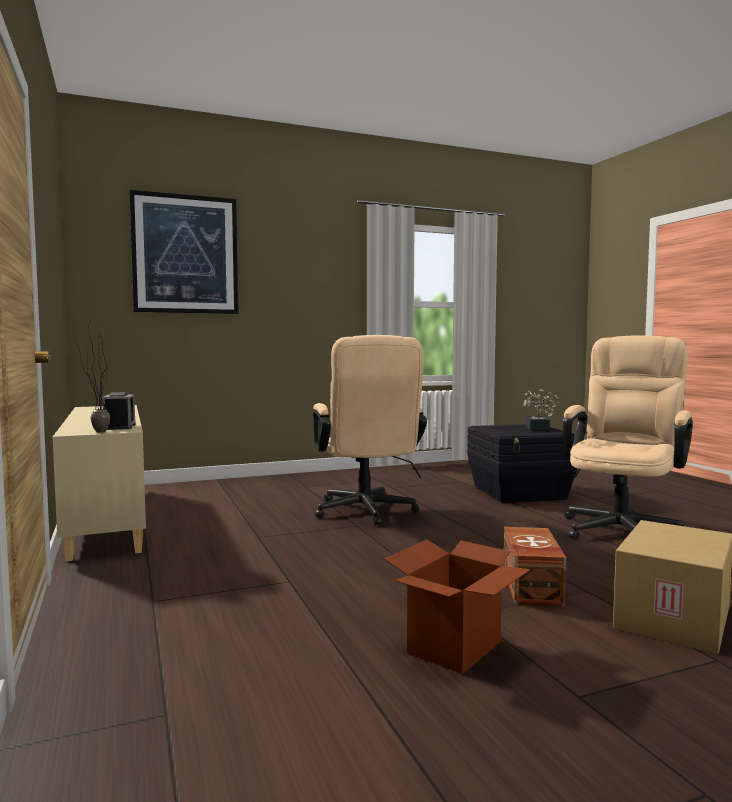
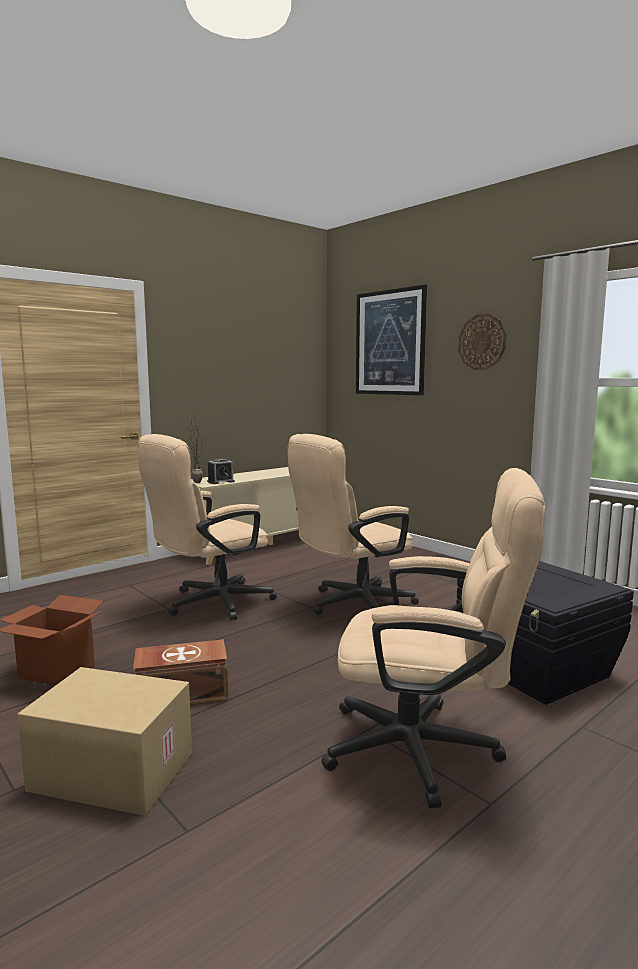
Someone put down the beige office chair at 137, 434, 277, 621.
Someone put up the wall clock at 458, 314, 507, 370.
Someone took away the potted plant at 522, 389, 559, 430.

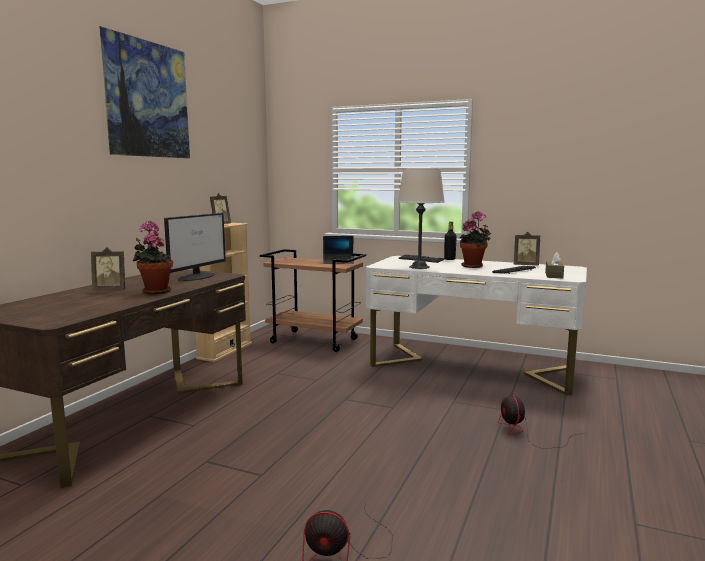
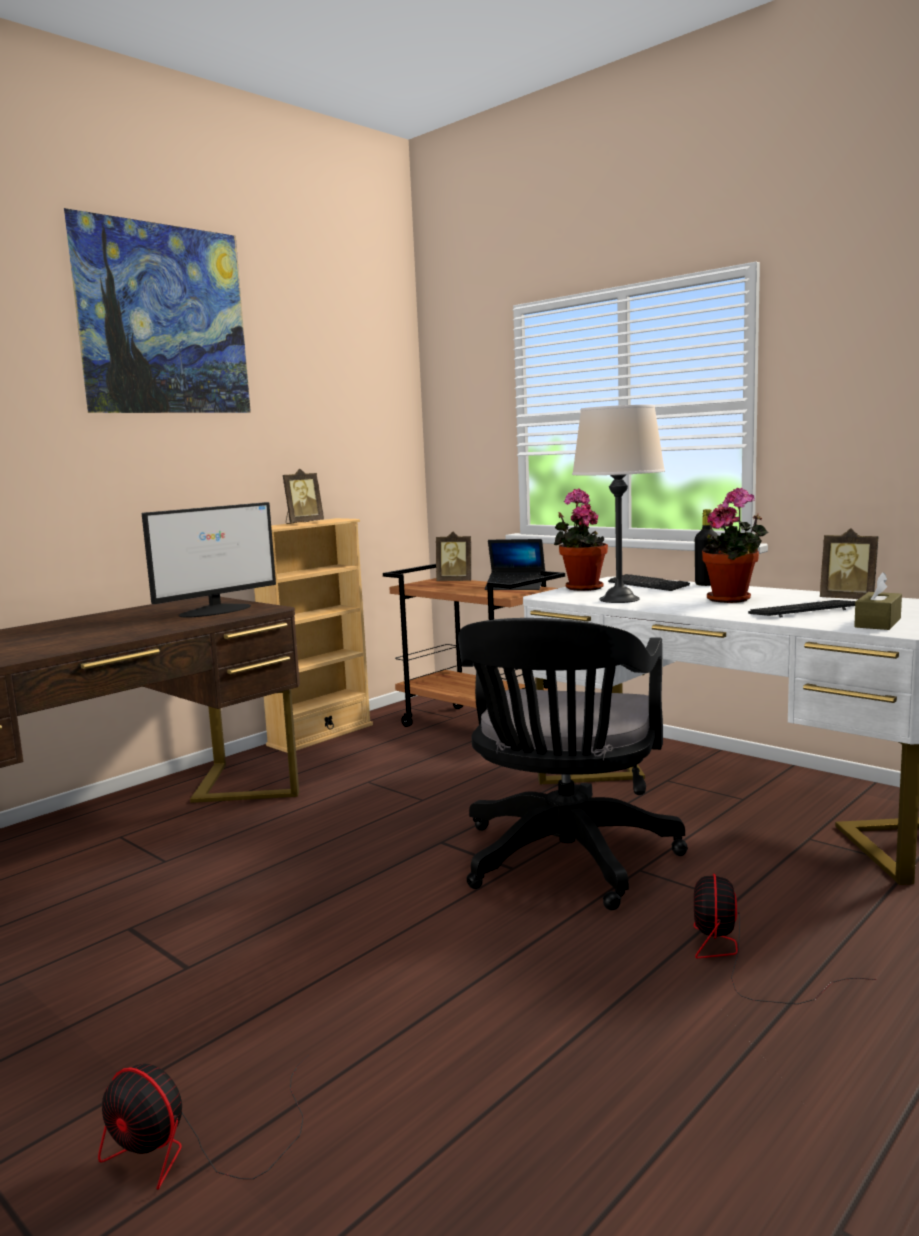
Someone carried the picture frame from 91, 247, 125, 290 to 436, 532, 471, 581.
Someone put down the black office chair at 458, 618, 688, 910.
Someone carried the potted plant from 133, 221, 173, 294 to 554, 488, 608, 591.

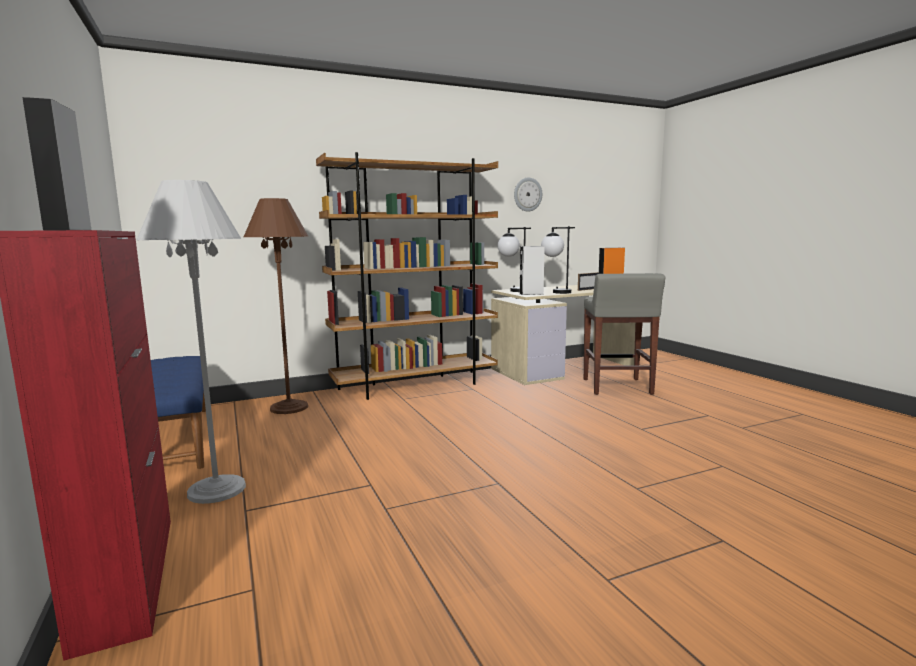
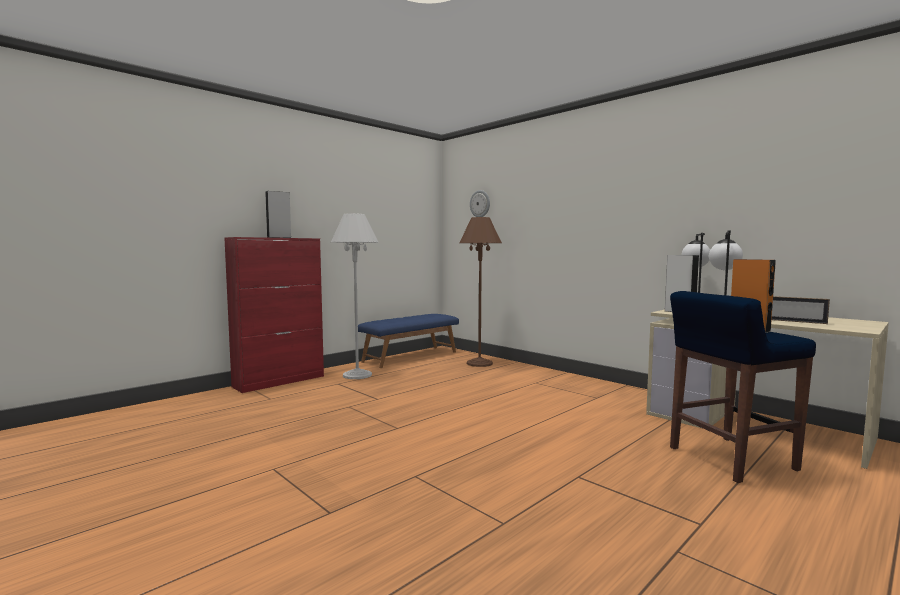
Someone carried the wall clock from 514, 178, 542, 212 to 470, 190, 490, 217.
Someone repainted the grey stool at 584, 273, 665, 395, which became the blue stool at 670, 291, 816, 483.
Someone took away the brown bookcase at 316, 152, 498, 400.

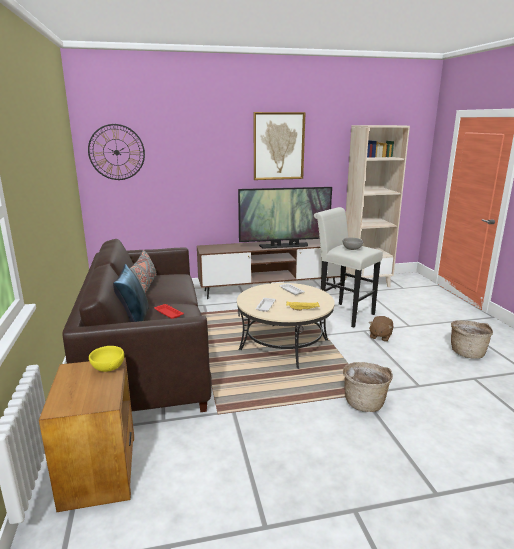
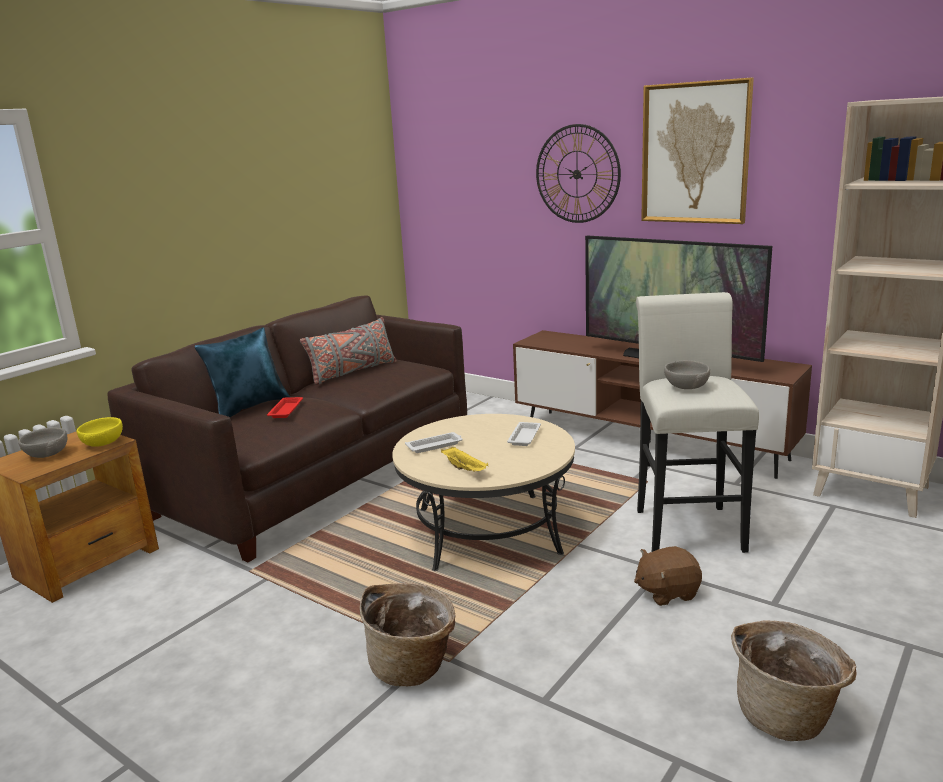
Someone put down the grey bowl at 18, 427, 67, 458.
Someone carried the wall clock from 88, 124, 145, 180 to 536, 124, 621, 223.

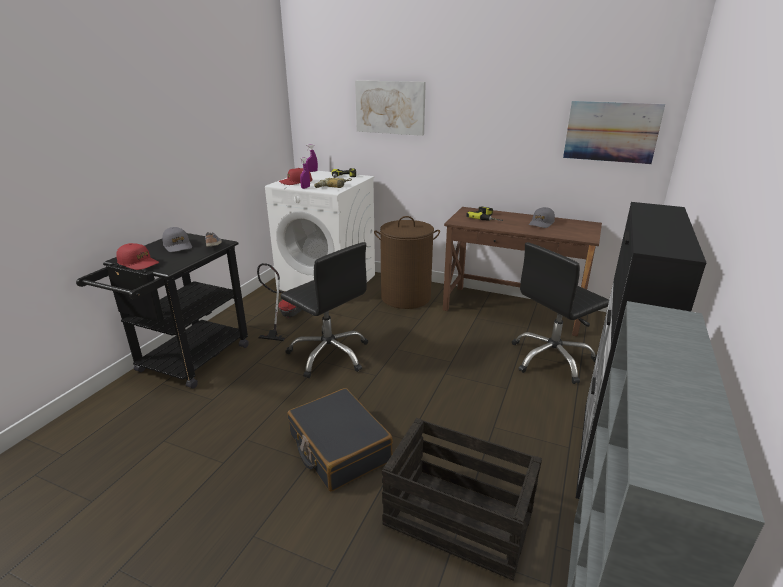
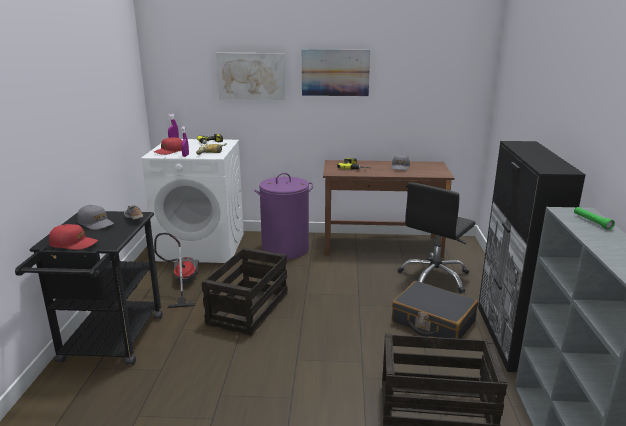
Someone swapped the black office chair at 280, 242, 368, 378 for the crate at 202, 247, 287, 336.
Someone repainted the brown laundry basket at 374, 216, 440, 309, which became the purple laundry basket at 254, 173, 313, 259.
Someone carried the picture from 563, 101, 665, 164 to 302, 49, 370, 96.
Someone carried the black suitcase from 287, 388, 393, 491 to 392, 281, 478, 339.
Someone put down the green flashlight at 574, 207, 615, 230.

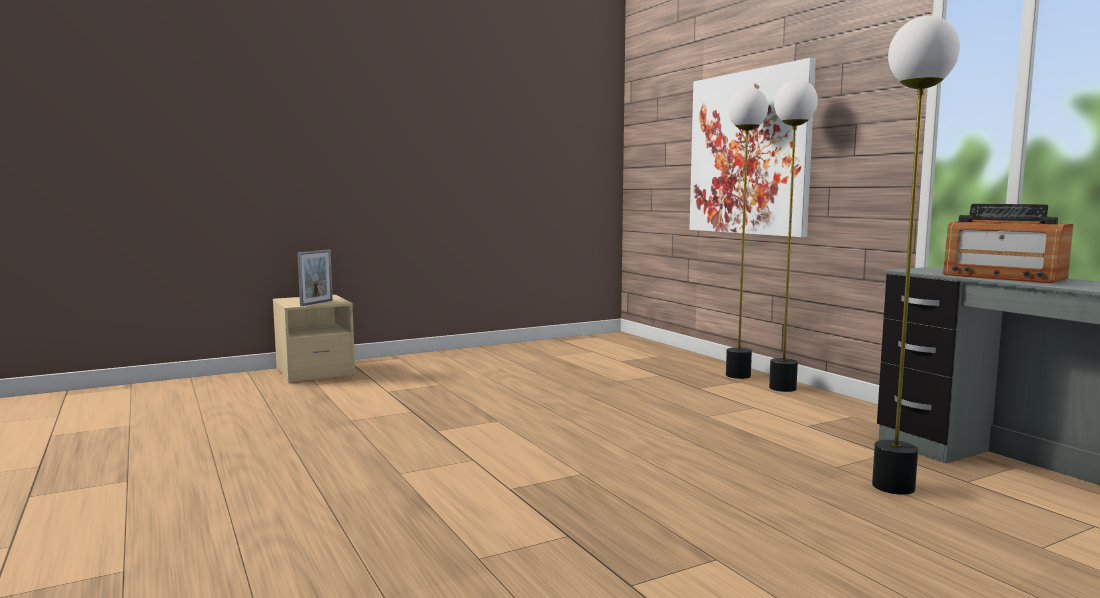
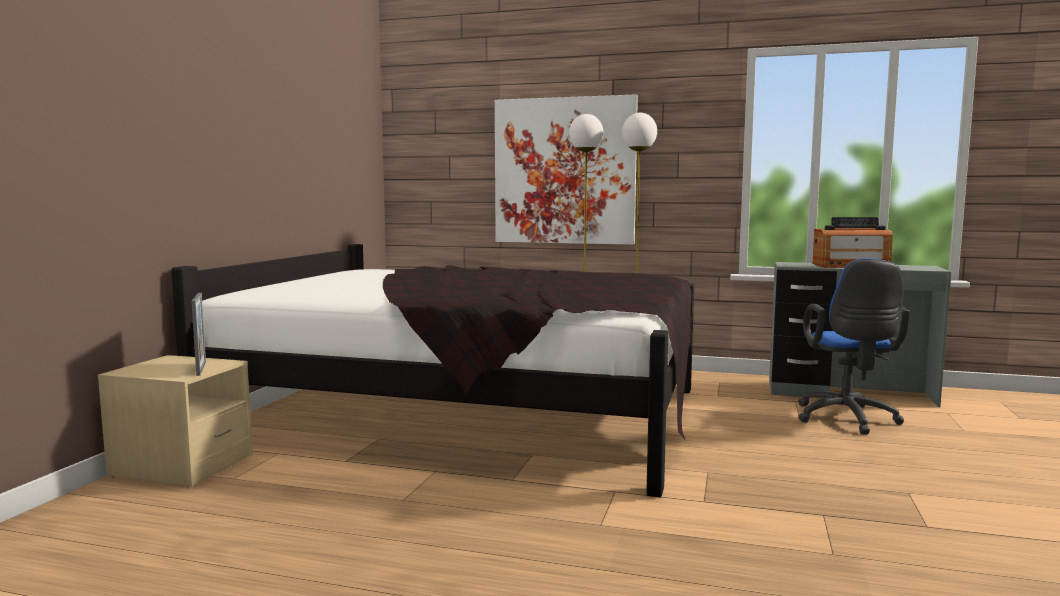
Someone put down the black bed at 171, 244, 694, 497.
Someone swapped the floor lamp at 872, 16, 960, 495 for the blue office chair at 798, 258, 910, 434.

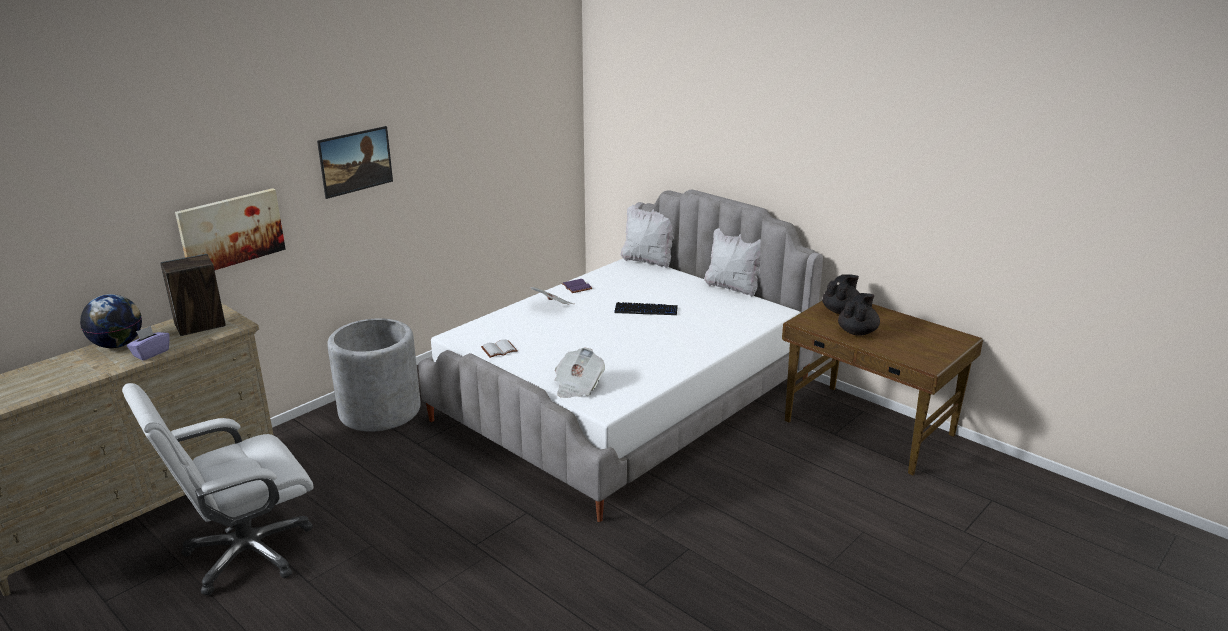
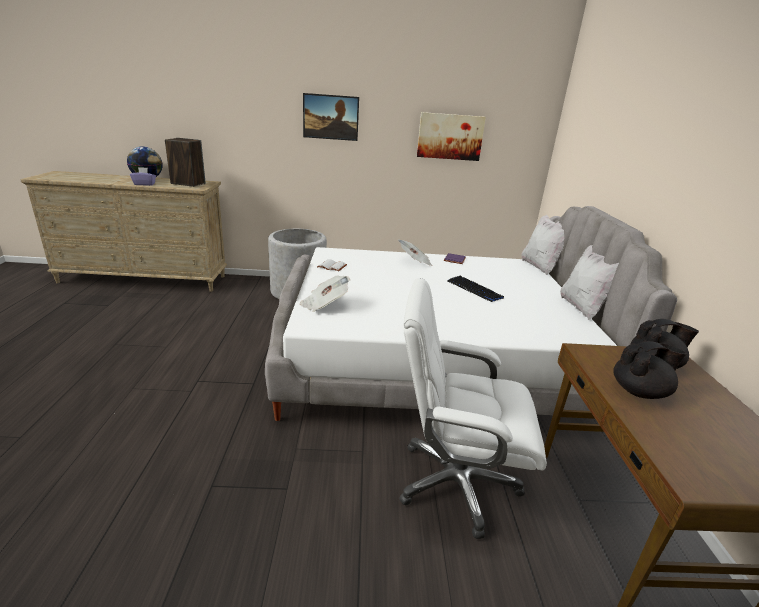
Someone carried the white office chair from 122, 383, 314, 595 to 399, 278, 547, 539.
Someone carried the picture from 175, 188, 286, 270 to 417, 112, 486, 161.

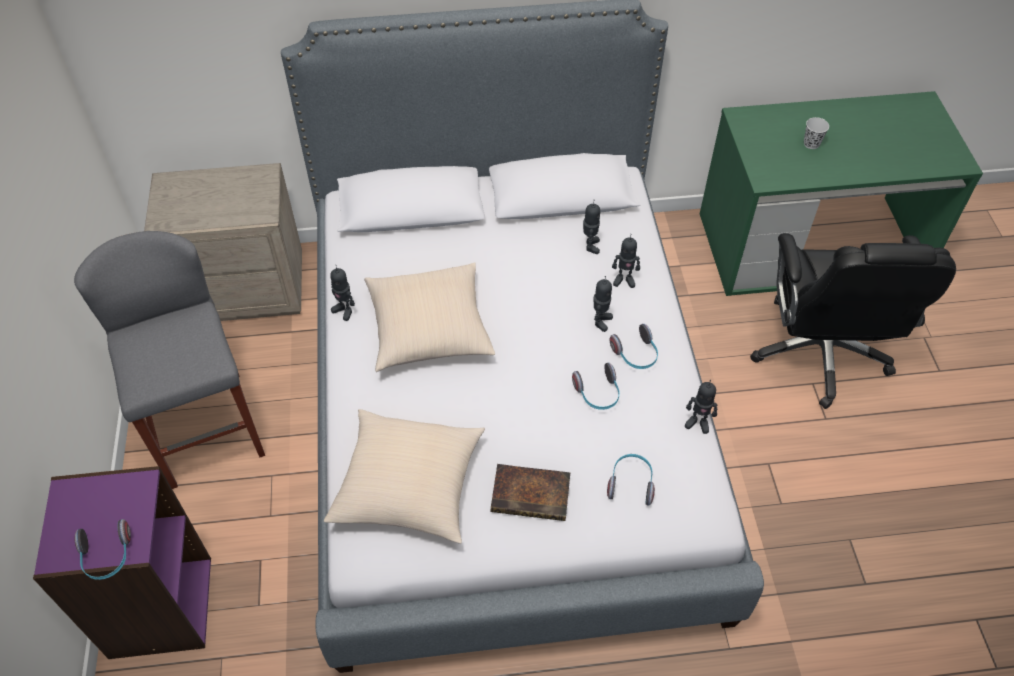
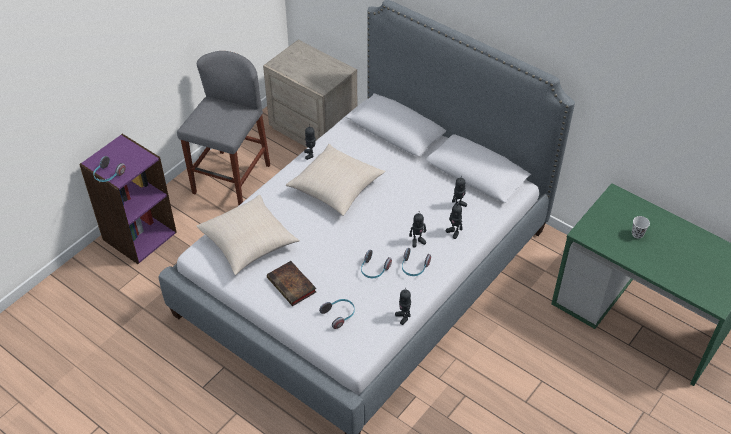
Someone took away the black office chair at 750, 233, 956, 409.

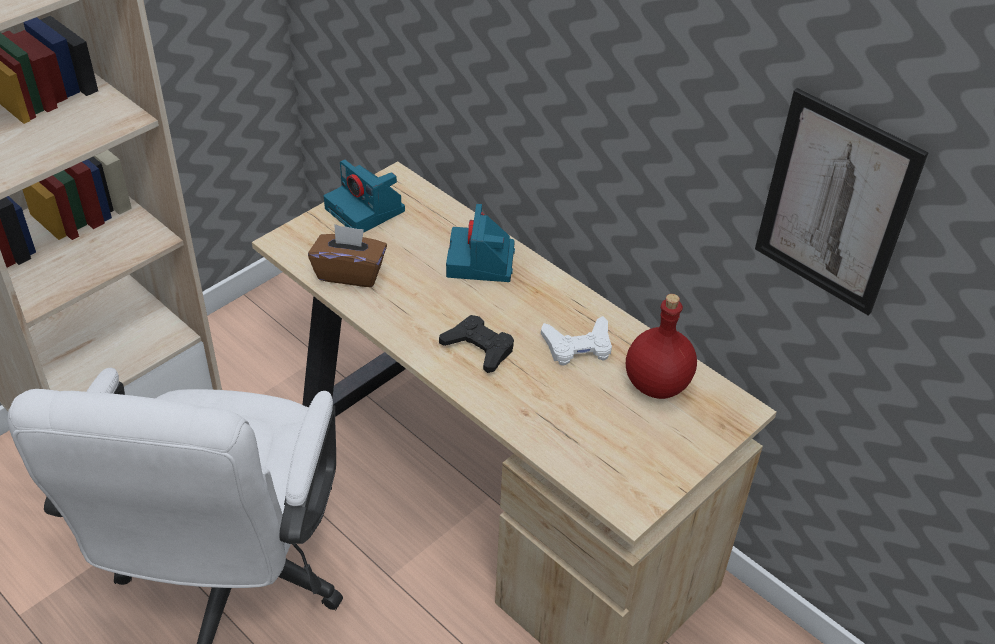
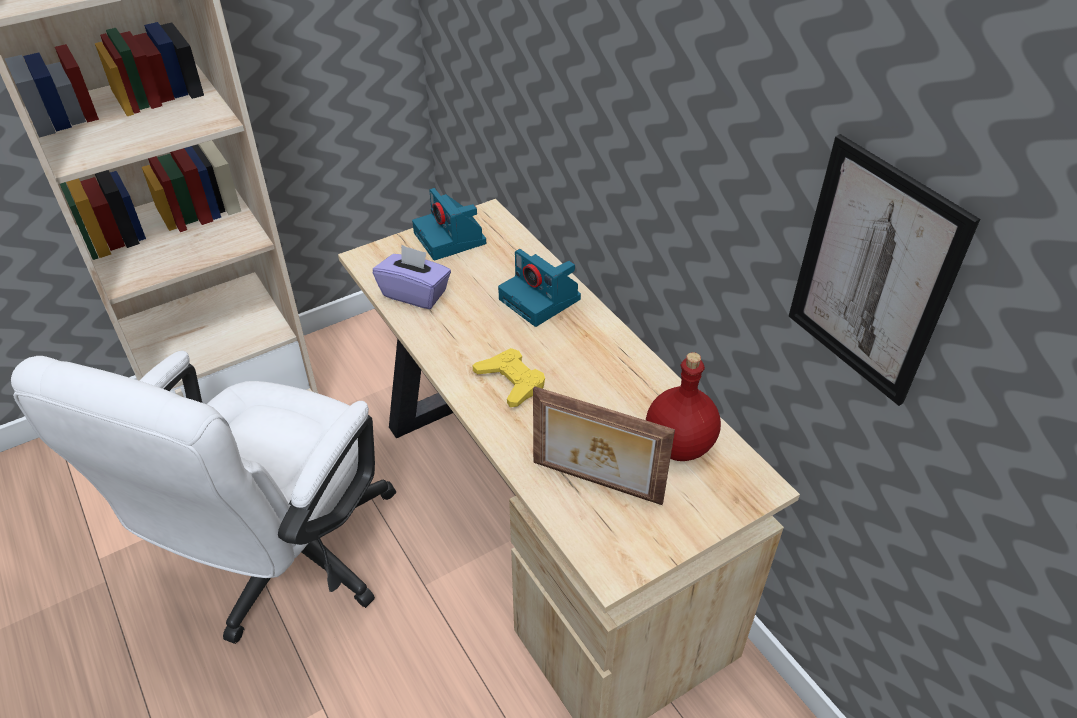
Someone repainted the brown tissue box at 308, 224, 387, 287, which became the purple tissue box at 373, 244, 451, 309.
Someone repainted the black game controller at 439, 315, 514, 373, which became the yellow game controller at 473, 348, 545, 407.
Someone rotated the photo camera at 446, 204, 515, 282 by 60 degrees counterclockwise.
Someone put down the picture frame at 533, 386, 675, 505.
Someone took away the white game controller at 541, 316, 612, 366.

